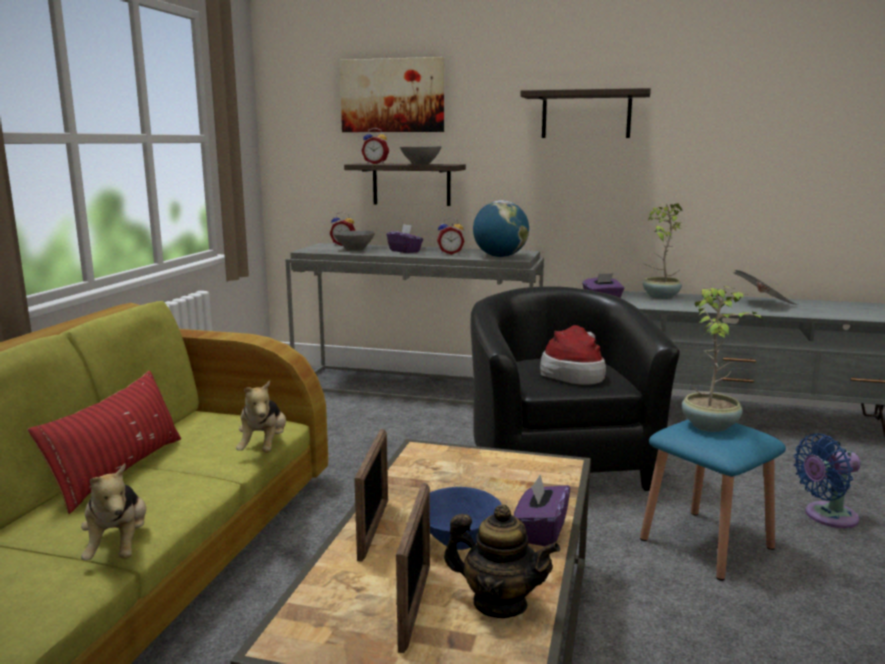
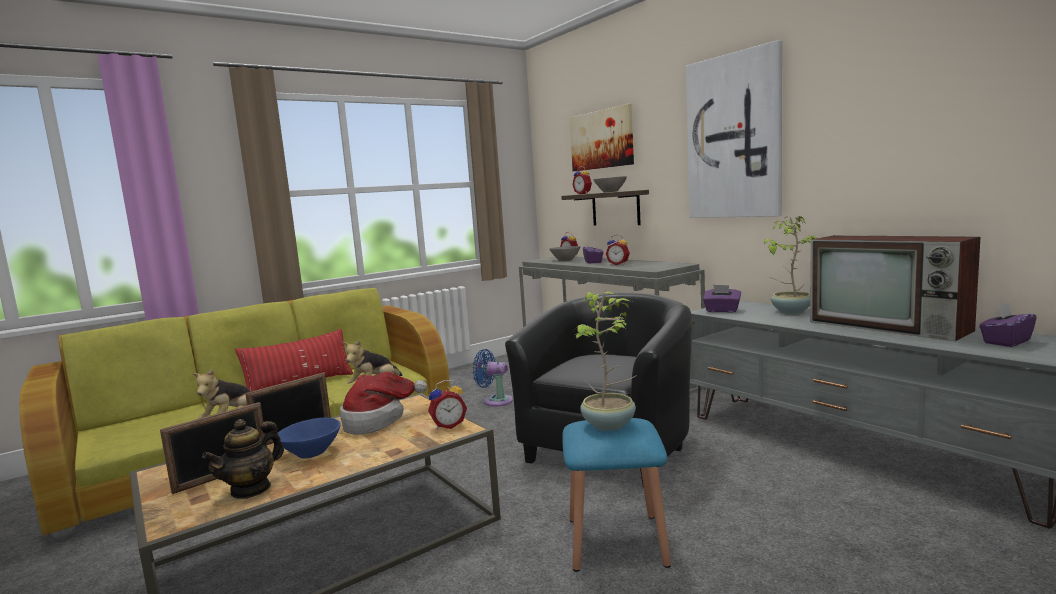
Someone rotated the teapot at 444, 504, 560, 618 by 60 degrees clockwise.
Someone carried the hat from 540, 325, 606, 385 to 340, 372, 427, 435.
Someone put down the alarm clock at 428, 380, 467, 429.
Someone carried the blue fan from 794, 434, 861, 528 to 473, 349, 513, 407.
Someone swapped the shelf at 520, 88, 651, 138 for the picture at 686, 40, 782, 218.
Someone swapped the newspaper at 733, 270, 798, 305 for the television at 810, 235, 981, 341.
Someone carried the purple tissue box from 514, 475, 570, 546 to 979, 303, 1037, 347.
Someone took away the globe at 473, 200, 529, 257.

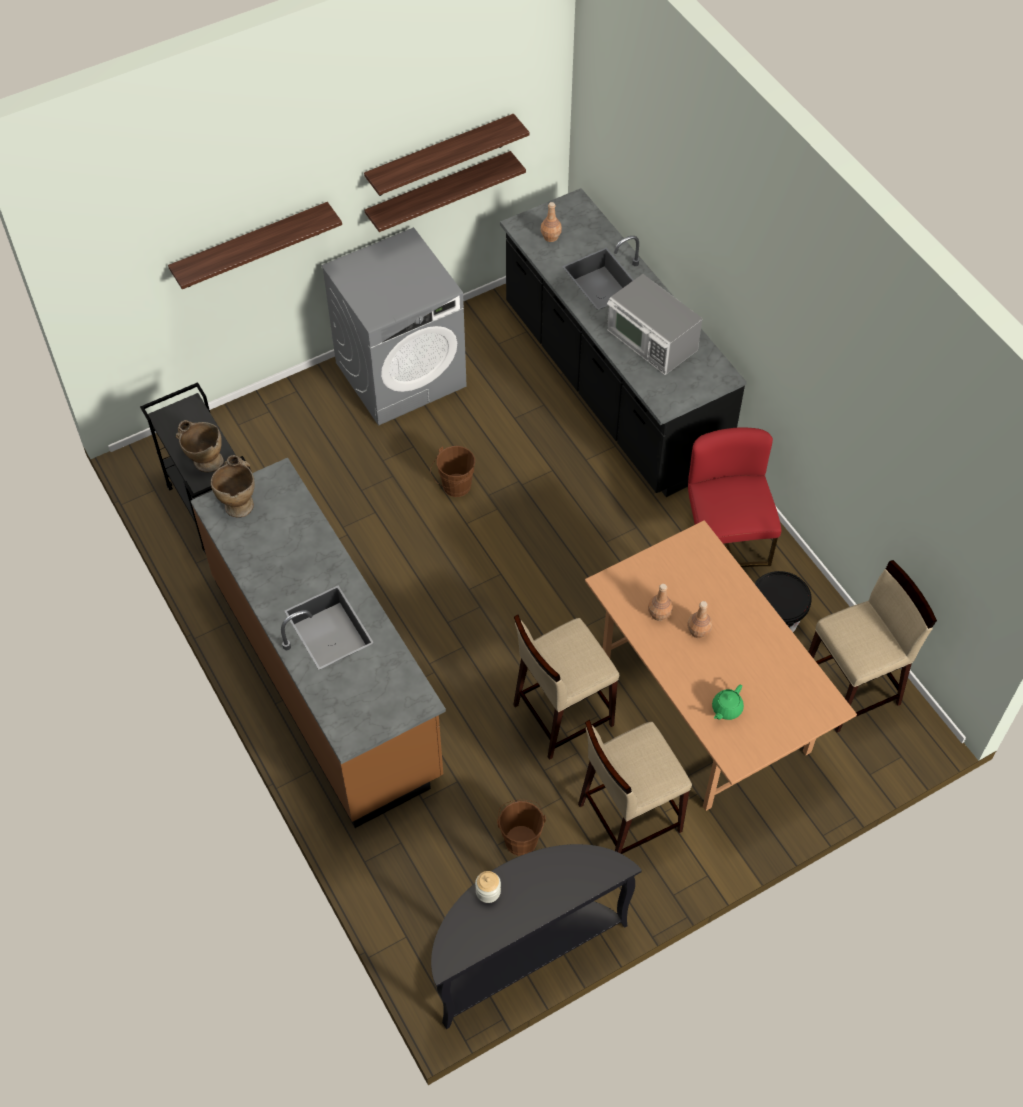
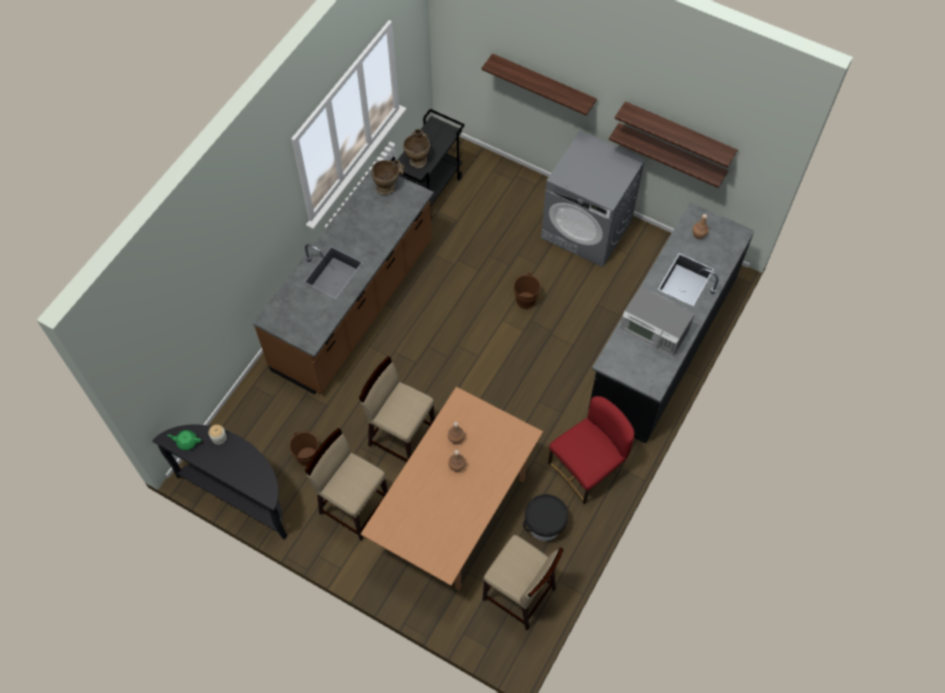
Someone carried the green teapot from 712, 685, 744, 720 to 167, 430, 201, 450.
Someone rotated the microwave at 607, 274, 703, 375 by 75 degrees counterclockwise.

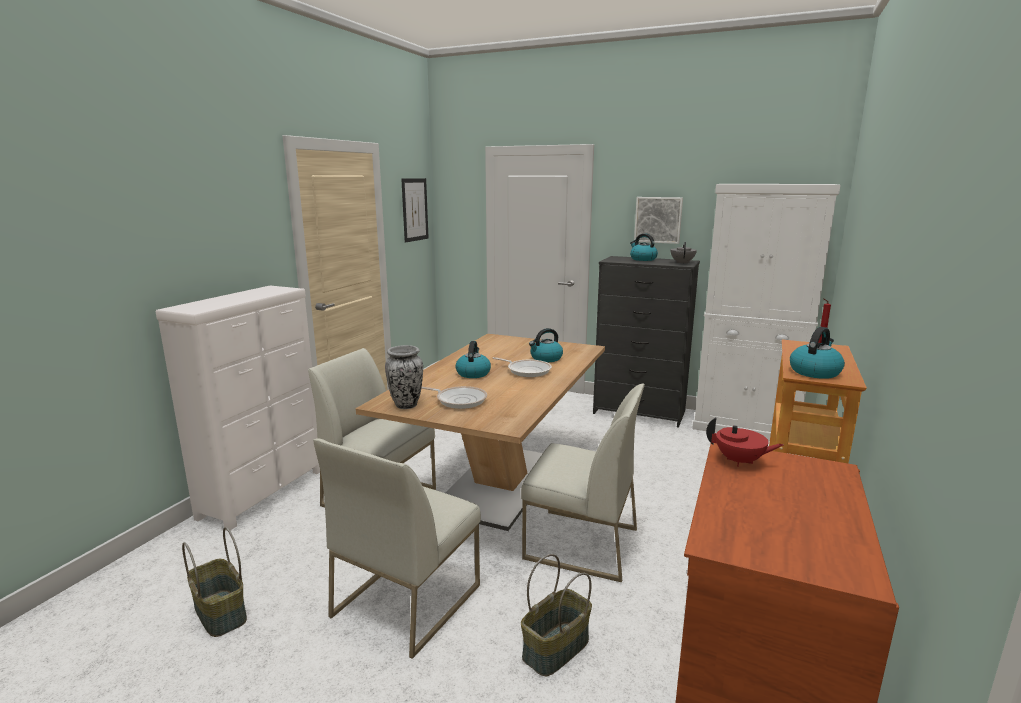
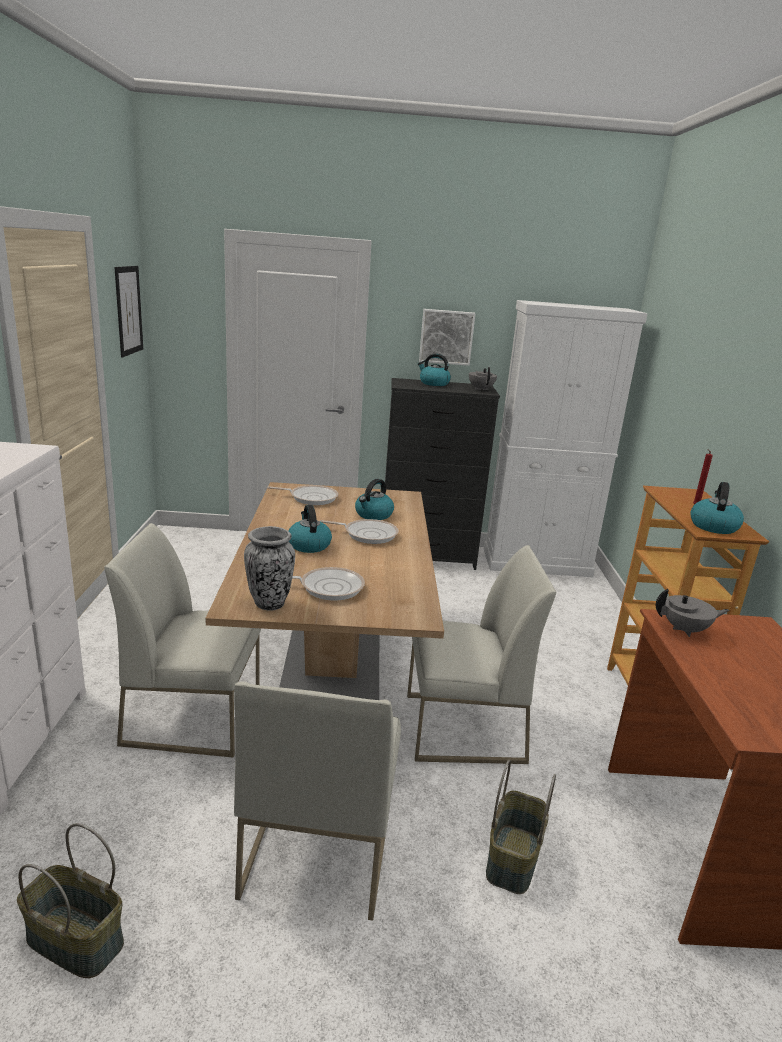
Someone put down the frying pan at 267, 485, 338, 505.
Someone repainted the red teapot at 706, 417, 784, 467, which became the grey teapot at 656, 589, 730, 637.

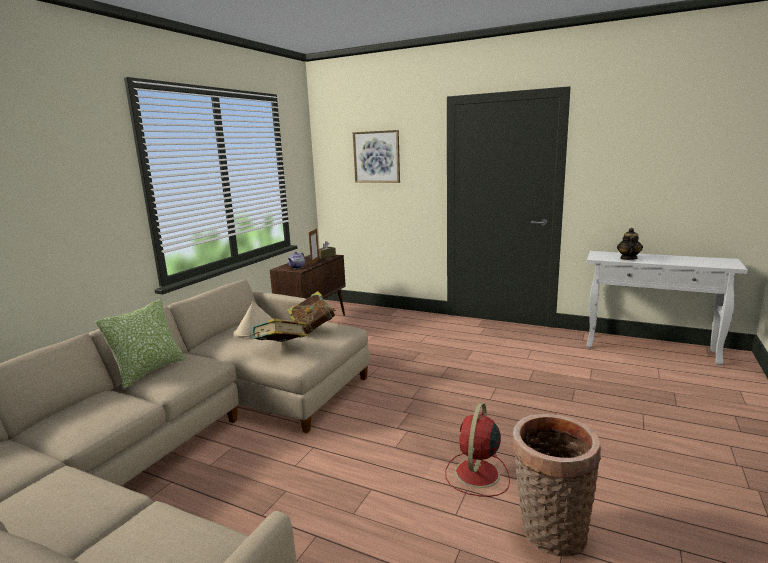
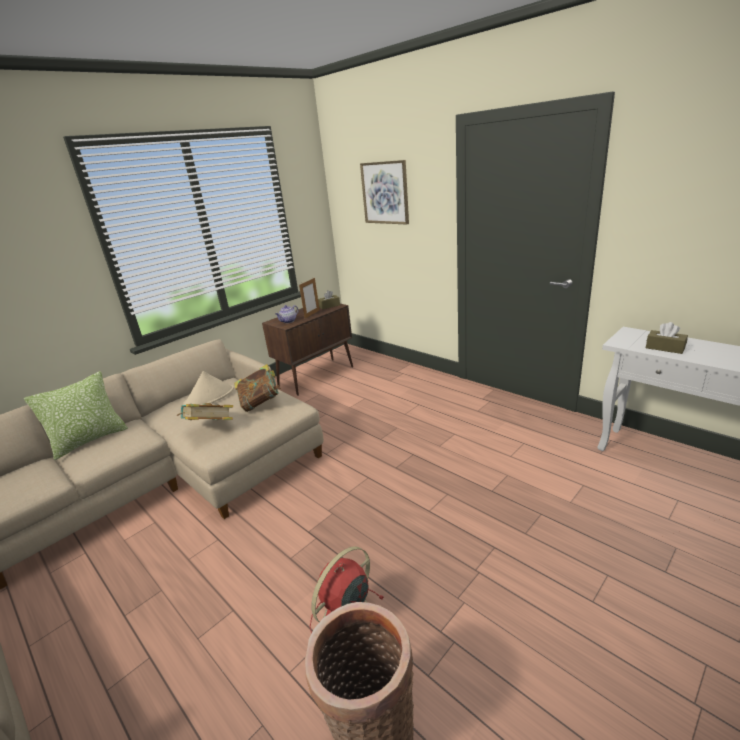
Someone swapped the teapot at 617, 228, 643, 260 for the brown tissue box at 646, 322, 688, 354.

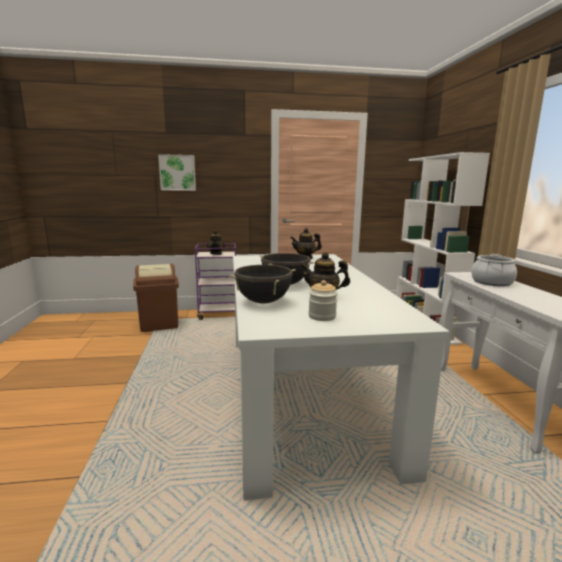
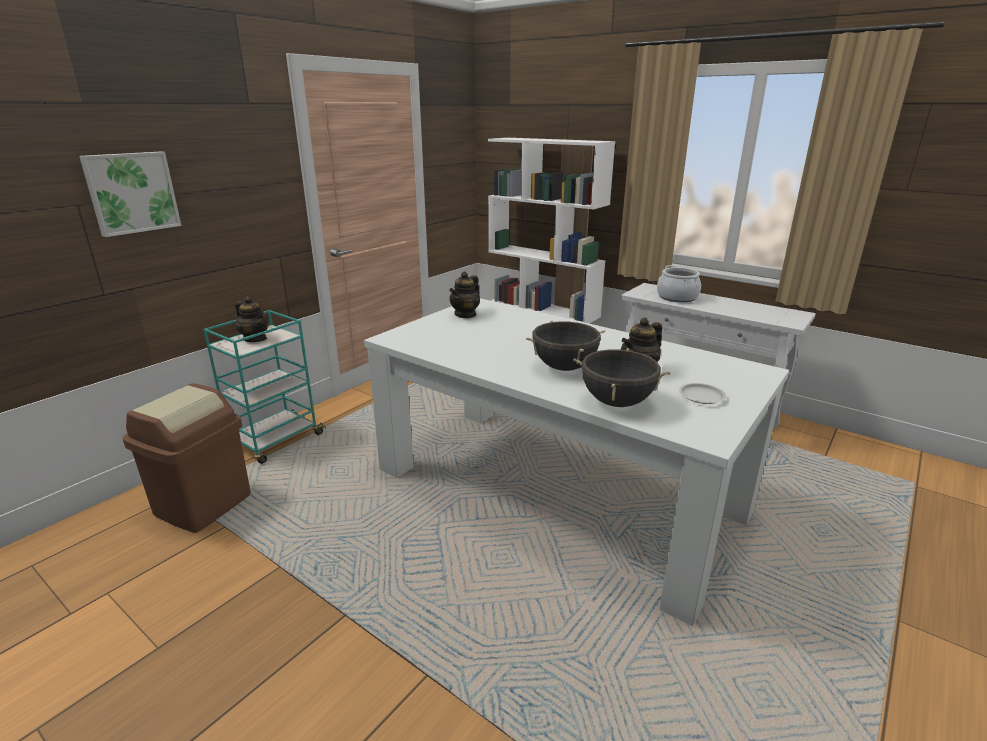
Someone repainted the purple cart at 195, 243, 236, 320, which became the turquoise cart at 203, 310, 326, 464.
Someone swapped the jar at 309, 280, 338, 321 for the white plate at 679, 383, 726, 404.

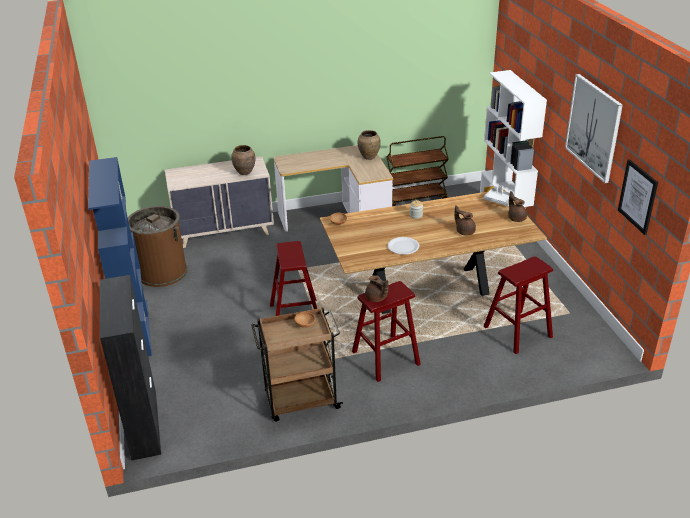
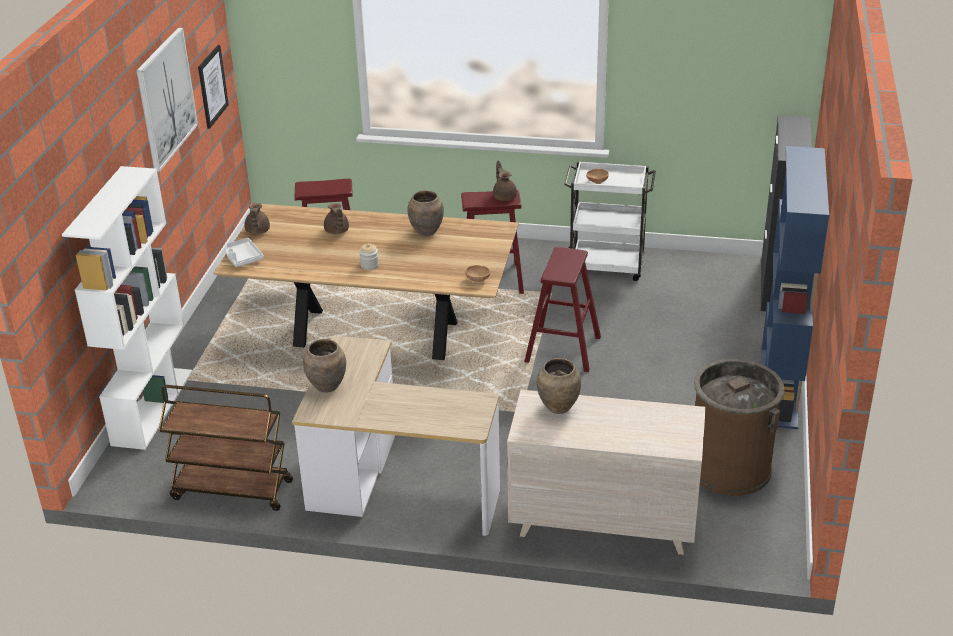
Someone swapped the white plate at 388, 237, 419, 255 for the brown vase at 407, 190, 444, 236.
Someone repainted the brown cart at 251, 307, 343, 422, which became the white cart at 564, 161, 656, 281.

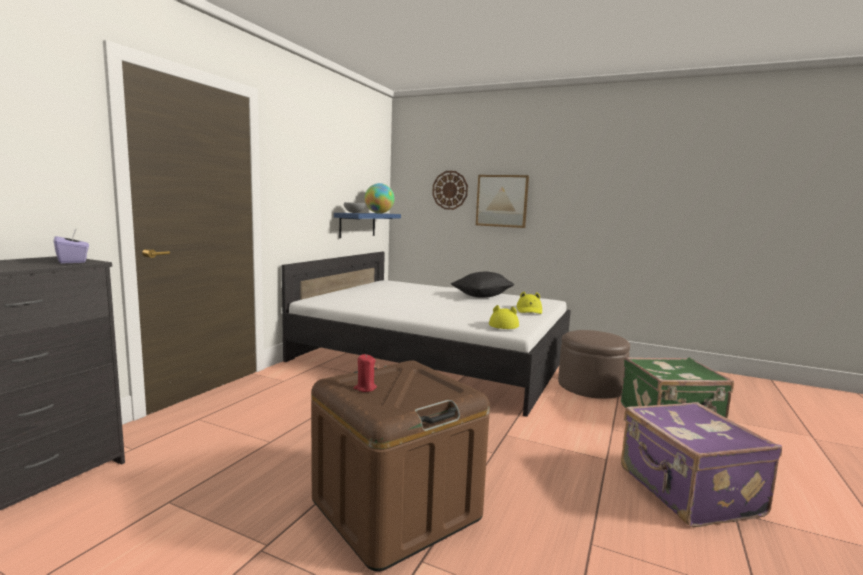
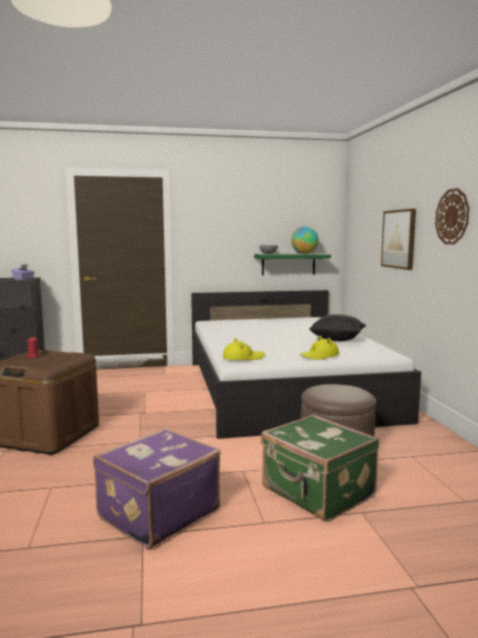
Someone repainted the blue shelf at 334, 213, 401, 238, which became the green shelf at 254, 253, 331, 275.
Someone carried the wall clock from 432, 171, 468, 210 to 435, 188, 469, 244.

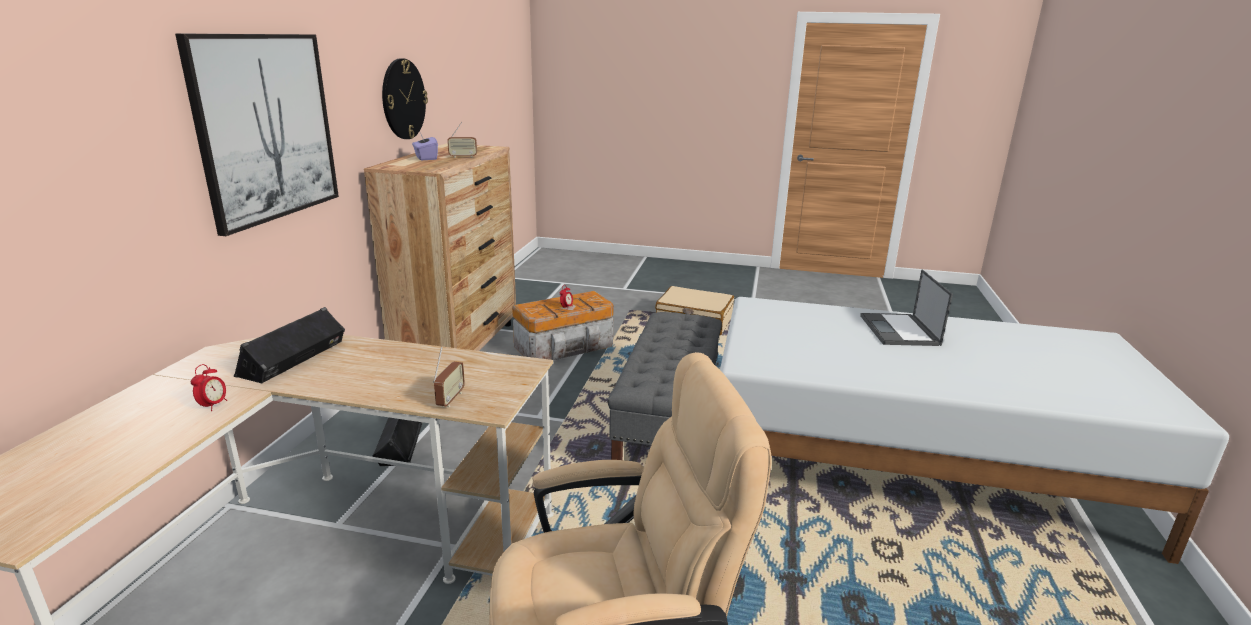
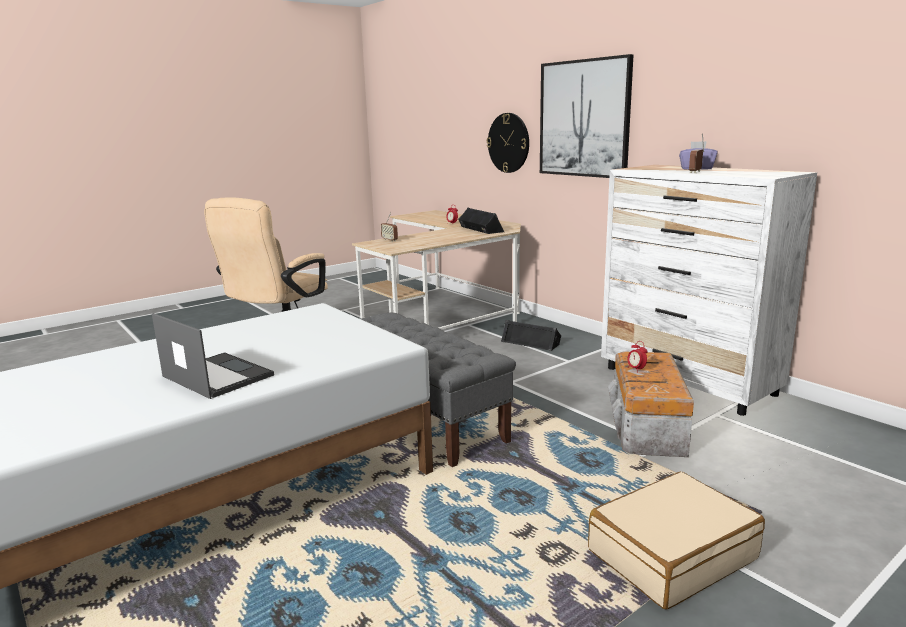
Someone carried the wall clock from 382, 58, 428, 139 to 487, 113, 529, 173.
Someone repainted the brown dresser at 364, 143, 516, 351, which became the white dresser at 601, 165, 817, 416.

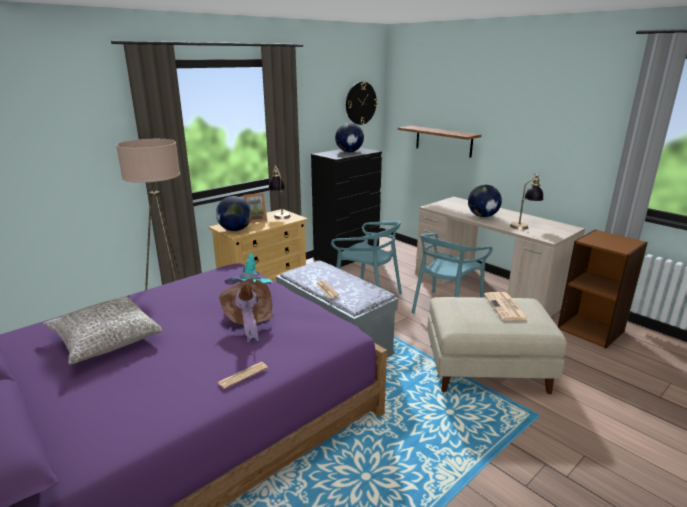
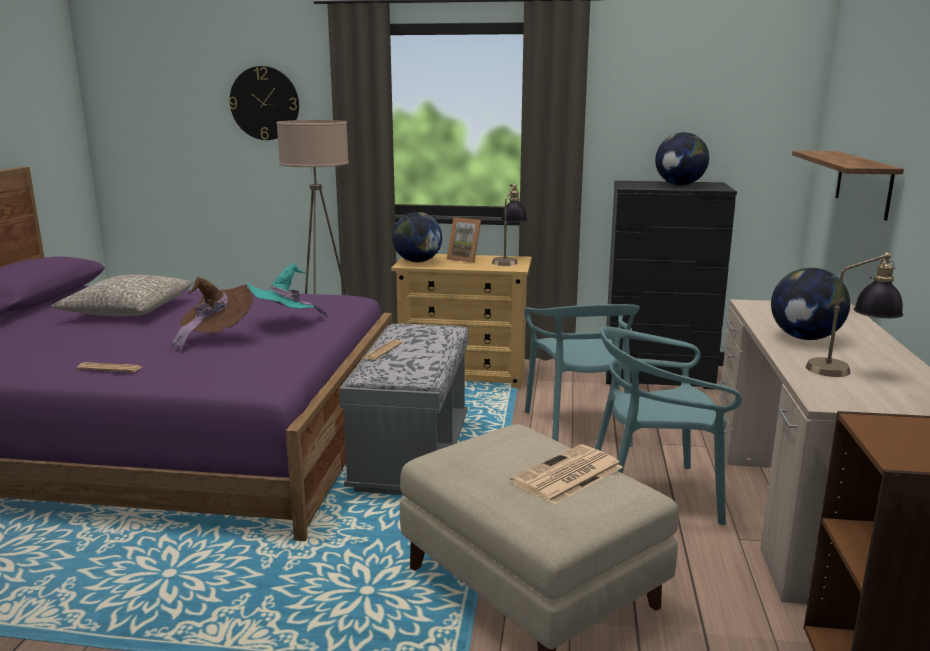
Someone carried the wall clock from 346, 82, 377, 125 to 229, 66, 299, 140.

